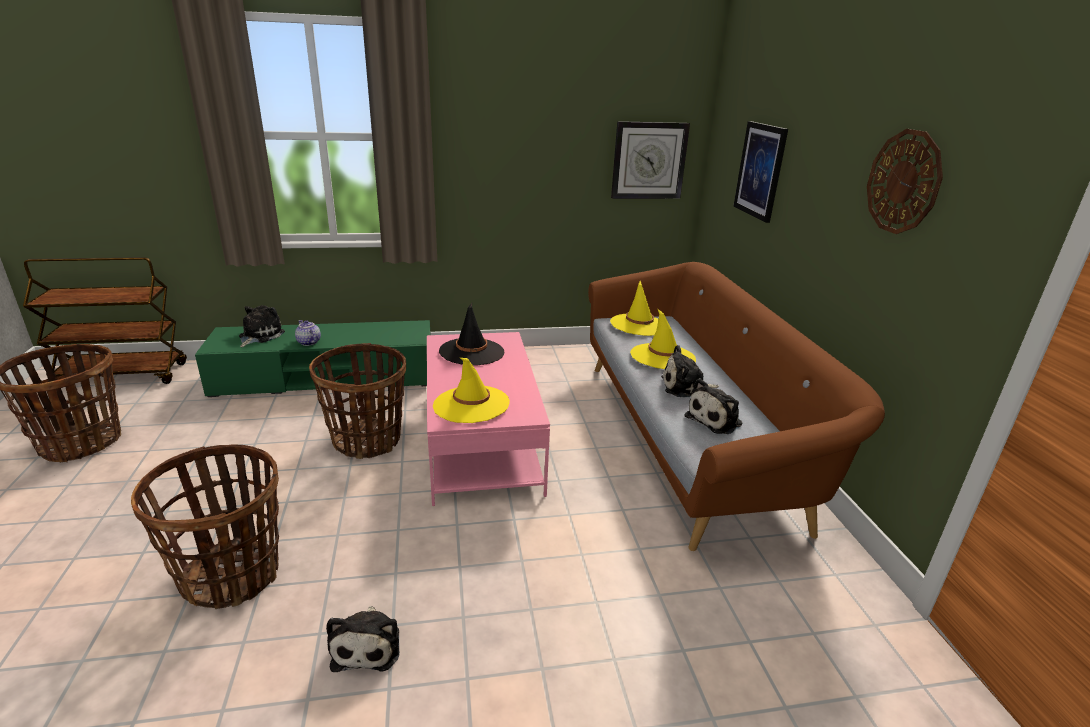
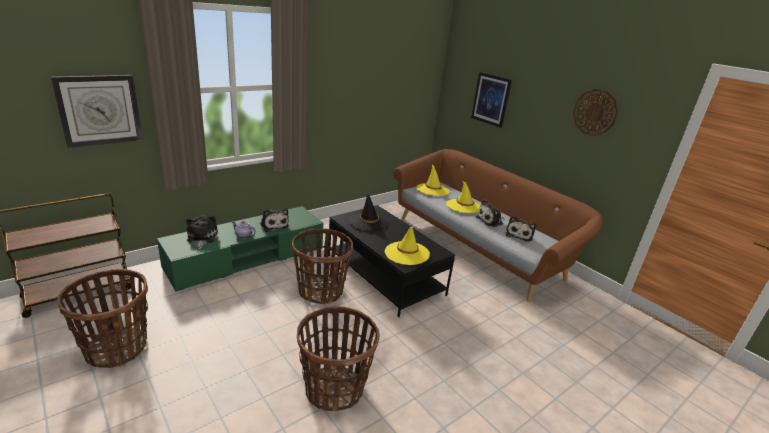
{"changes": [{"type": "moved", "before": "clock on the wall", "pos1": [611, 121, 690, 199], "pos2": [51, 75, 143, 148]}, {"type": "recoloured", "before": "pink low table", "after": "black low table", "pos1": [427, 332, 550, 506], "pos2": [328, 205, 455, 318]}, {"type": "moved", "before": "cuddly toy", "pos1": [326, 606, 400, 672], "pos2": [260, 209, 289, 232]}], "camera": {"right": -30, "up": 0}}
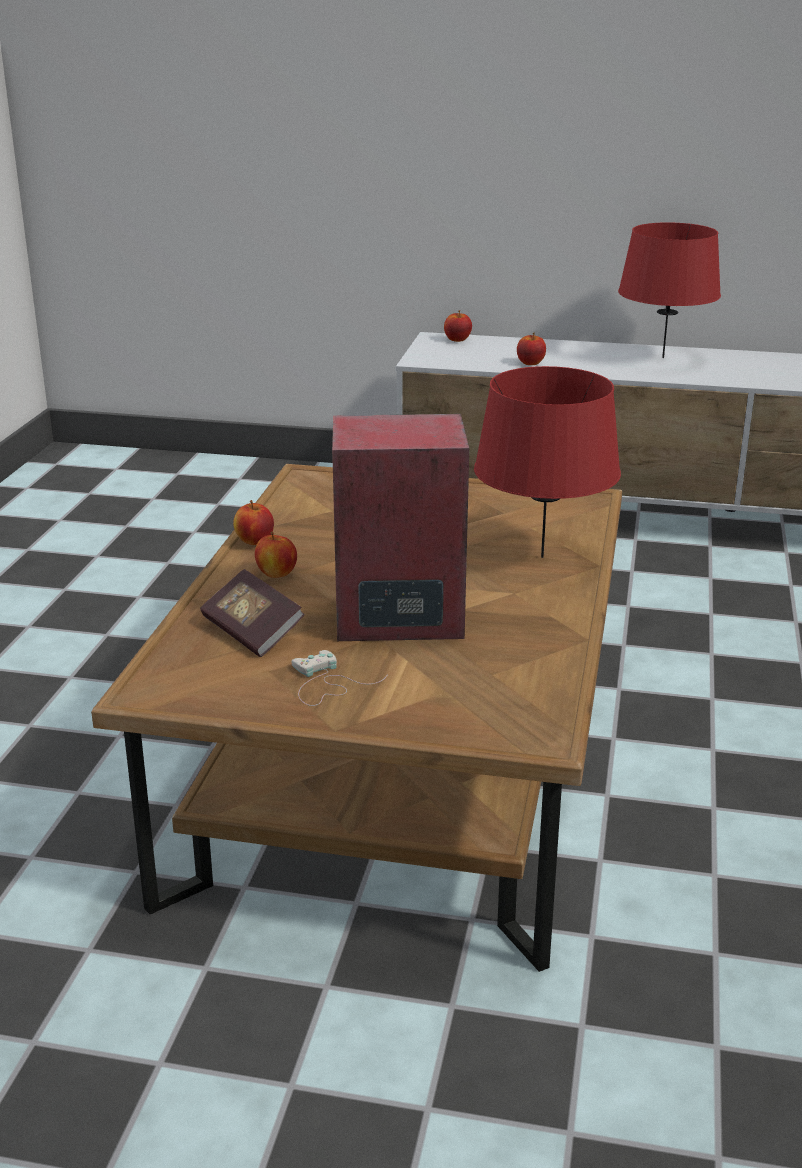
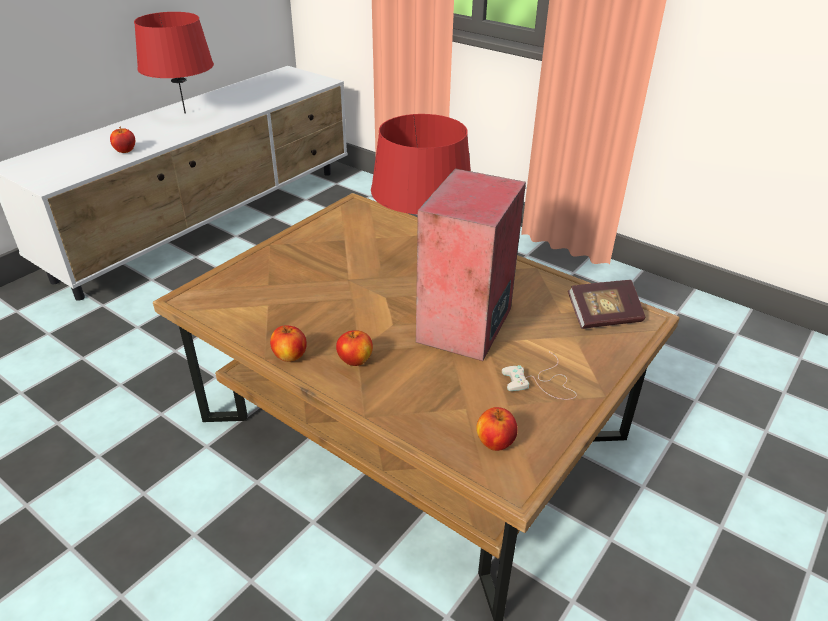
{"changes": [{"type": "moved", "before": "apple fruit", "pos1": [444, 310, 472, 342], "pos2": [476, 407, 518, 451]}, {"type": "moved", "before": "bound book", "pos1": [200, 569, 305, 657], "pos2": [568, 280, 645, 329]}], "camera": {"right": -65, "up": 10}}
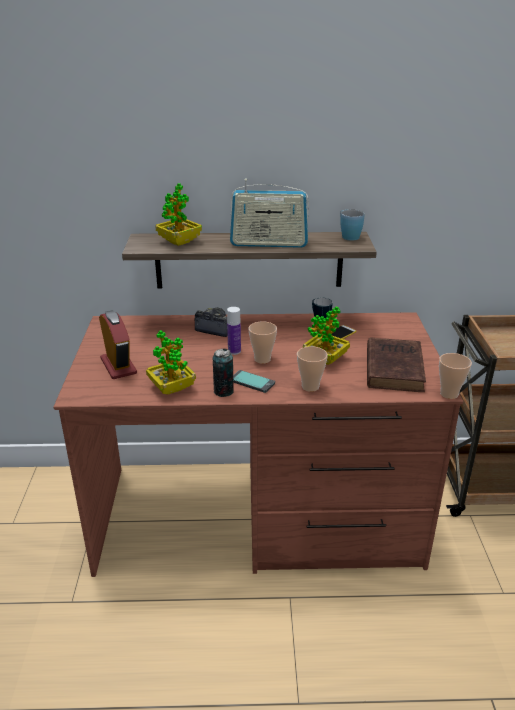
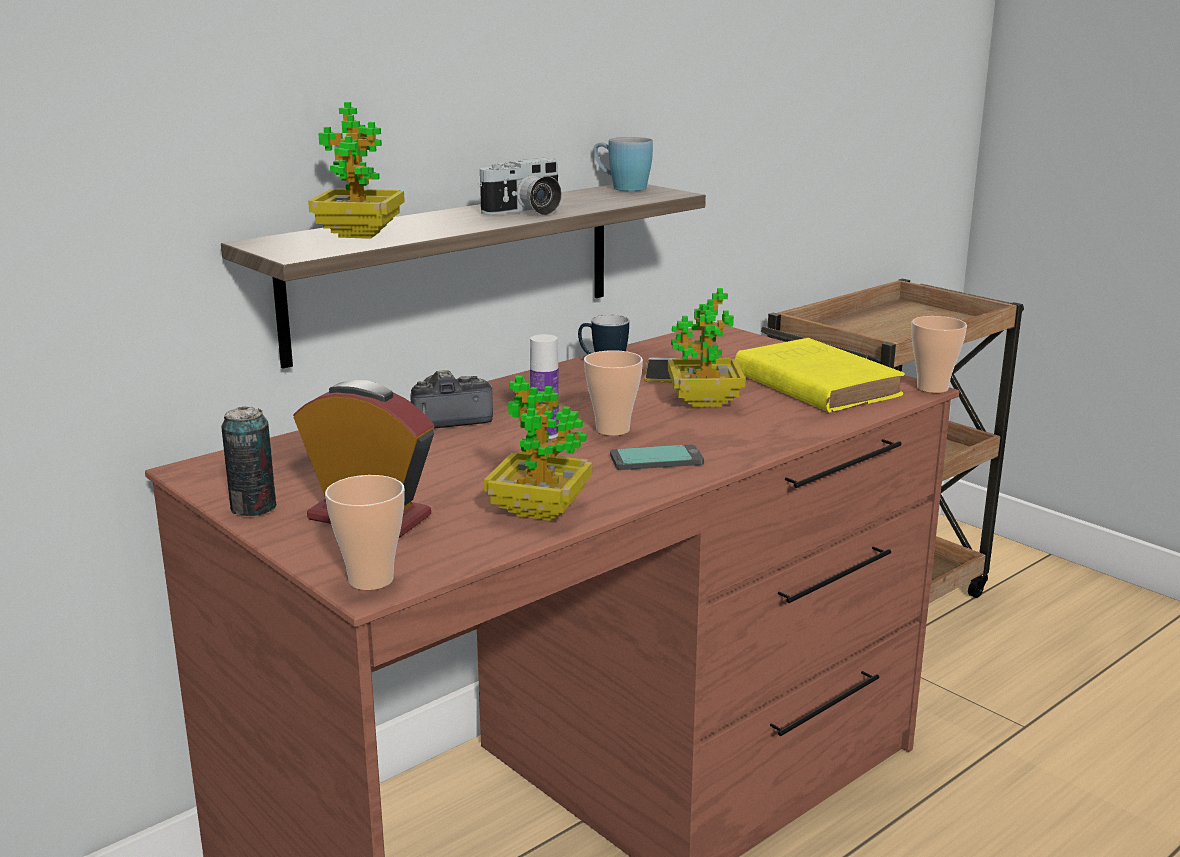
{"changes": [{"type": "replaced", "before": "radio set", "after": "still camera", "pos1": [230, 179, 309, 248], "pos2": [478, 158, 562, 215]}, {"type": "recoloured", "before": "brown bound book", "after": "yellow-coloured bound book", "pos1": [367, 337, 426, 392], "pos2": [735, 338, 905, 412]}, {"type": "moved", "before": "cup", "pos1": [297, 346, 328, 392], "pos2": [325, 475, 405, 590]}, {"type": "moved", "before": "metal can", "pos1": [213, 349, 234, 397], "pos2": [221, 406, 277, 516]}], "camera": {"right": -40, "up": -10}}
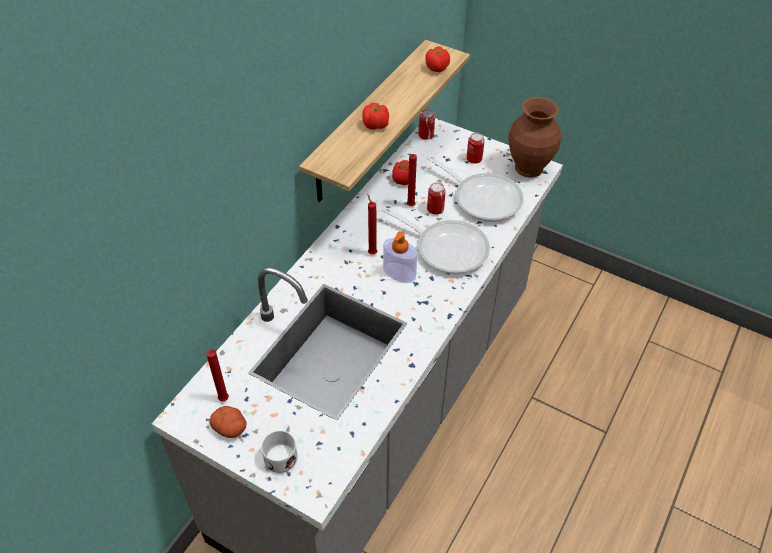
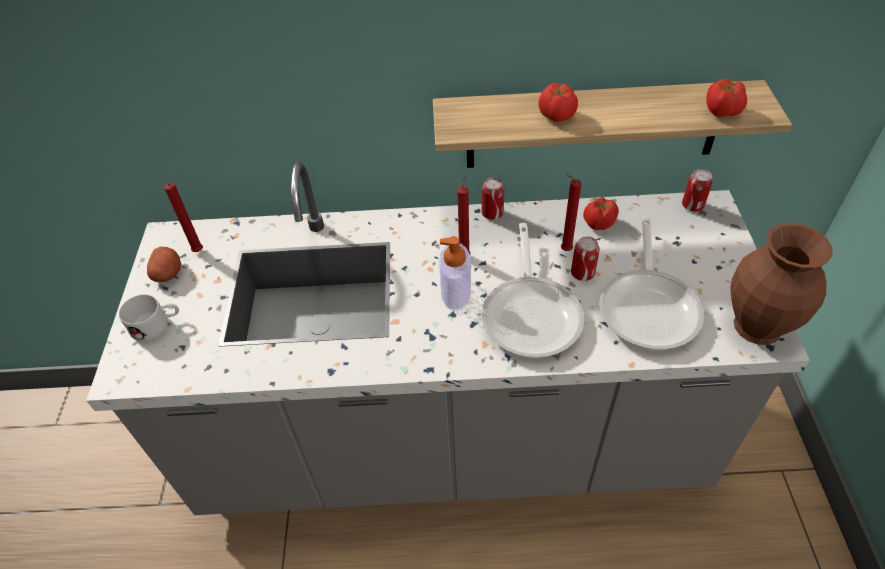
{"changes": [{"type": "moved", "before": "metal can", "pos1": [466, 132, 485, 164], "pos2": [482, 177, 504, 220]}], "camera": {"right": 60, "up": 0}}
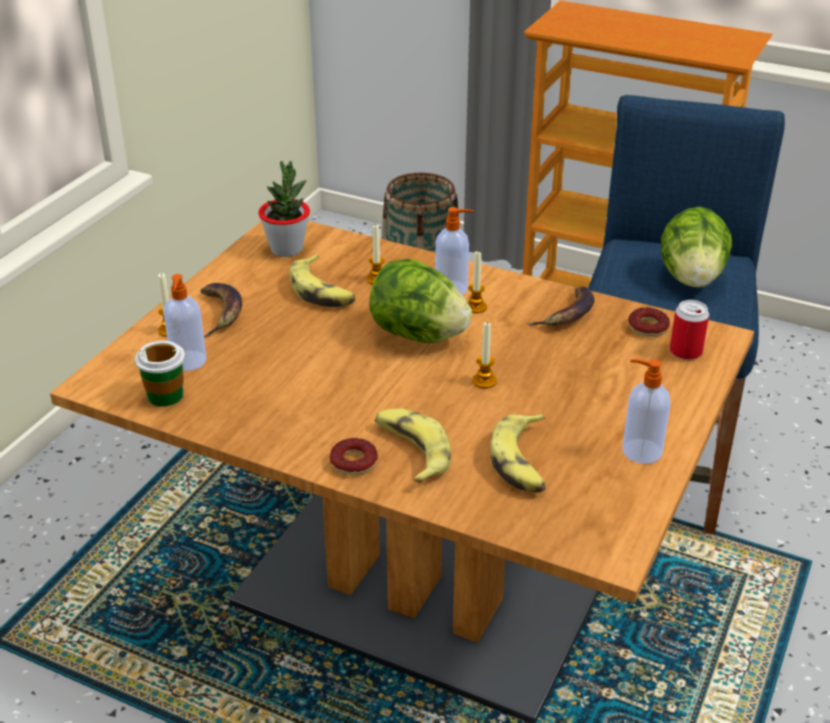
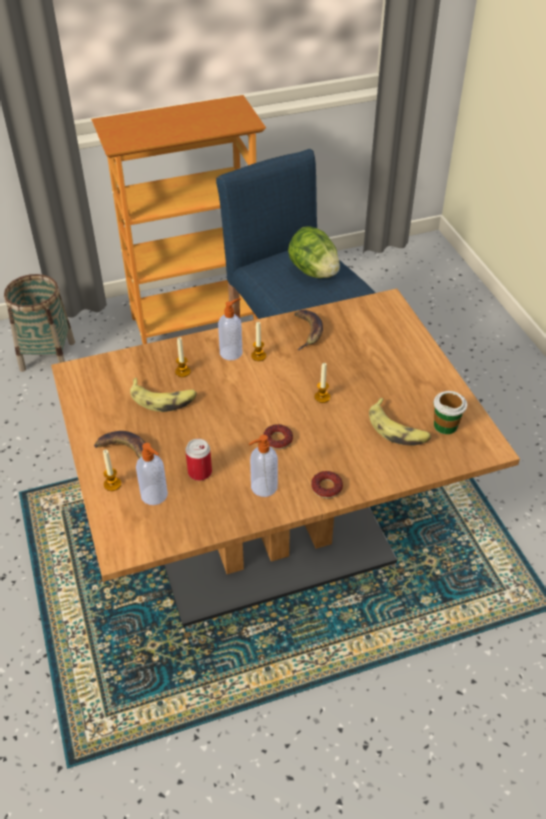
{"changes": [{"type": "removed", "before": "houseplant", "pos1": [258, 161, 310, 257]}, {"type": "removed", "before": "head of lettuce", "pos1": [369, 259, 472, 343]}, {"type": "moved", "before": "metal can", "pos1": [670, 300, 709, 360], "pos2": [185, 439, 212, 481]}, {"type": "moved", "before": "donut", "pos1": [628, 308, 670, 337], "pos2": [263, 424, 293, 450]}, {"type": "moved", "before": "cup", "pos1": [135, 340, 185, 406], "pos2": [434, 391, 467, 434]}, {"type": "moved", "before": "soap dispenser", "pos1": [622, 359, 671, 464], "pos2": [249, 435, 278, 497]}, {"type": "removed", "before": "whole banana", "pos1": [375, 409, 451, 484]}], "camera": {"right": -45, "up": 10}}
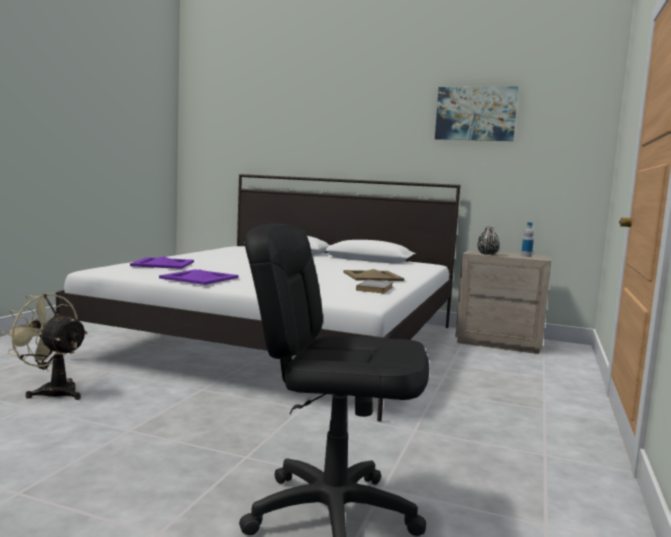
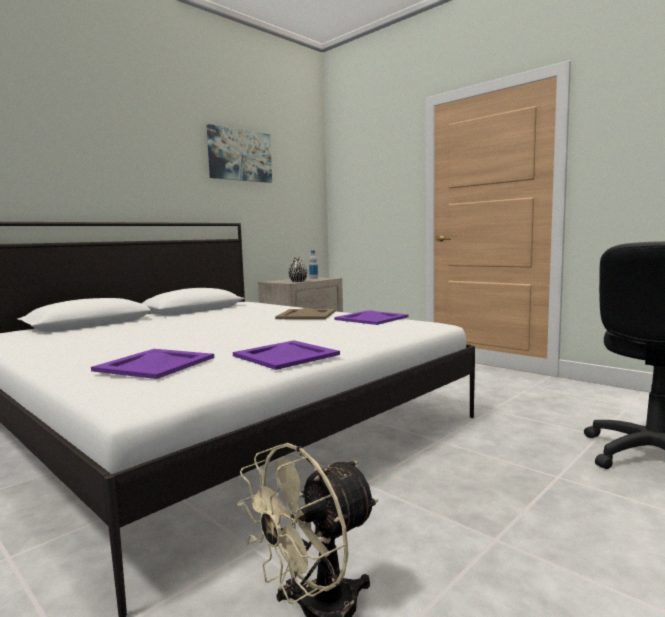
{"changes": [{"type": "replaced", "before": "grey bound book", "after": "purple tray", "pos1": [356, 280, 393, 293], "pos2": [334, 310, 408, 325]}], "camera": {"right": -65, "up": 0}}
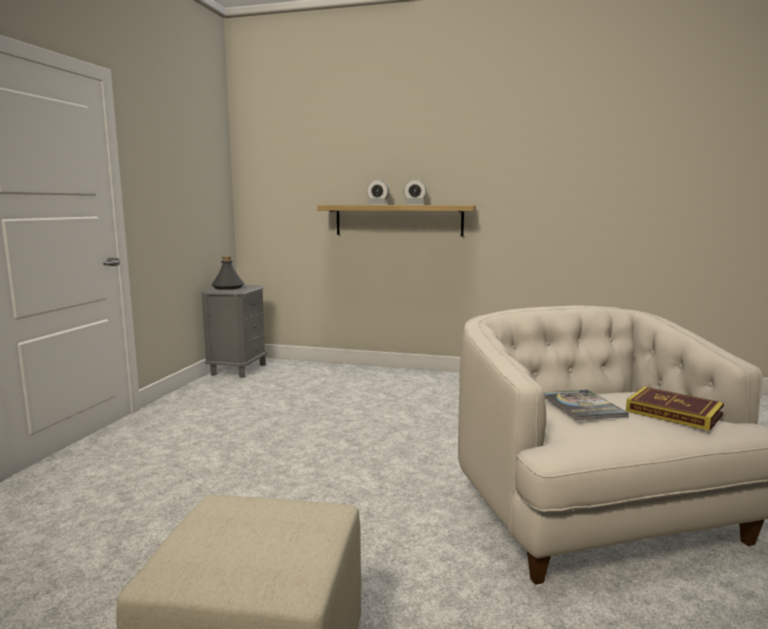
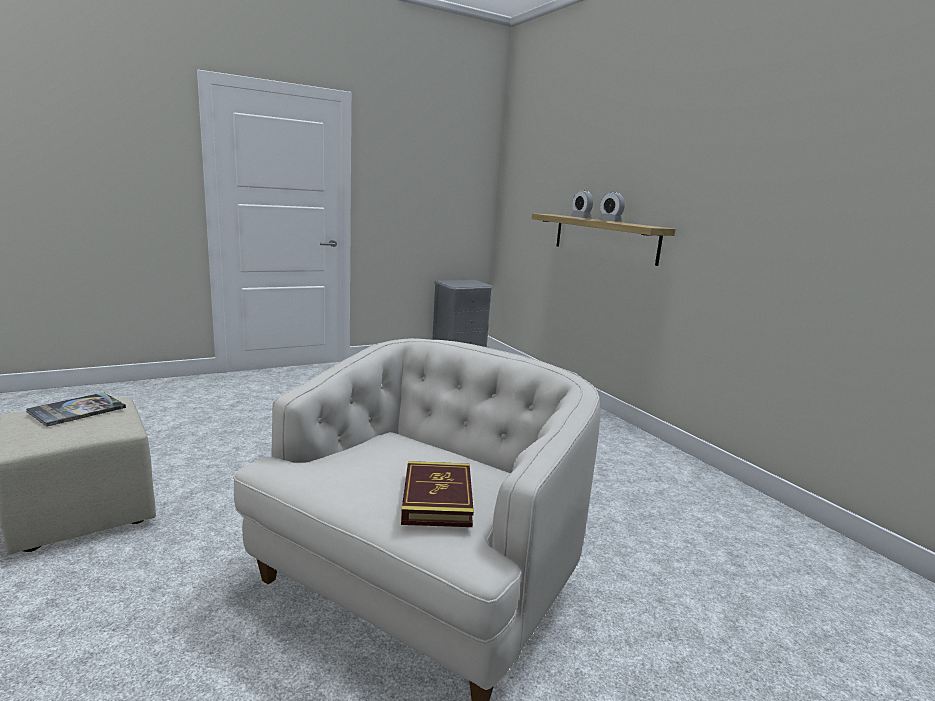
{"changes": [{"type": "removed", "before": "grey drink bottle", "pos1": [212, 256, 244, 290]}, {"type": "moved", "before": "bound book", "pos1": [544, 390, 629, 420], "pos2": [26, 392, 126, 427]}], "camera": {"right": 45, "up": 5}}
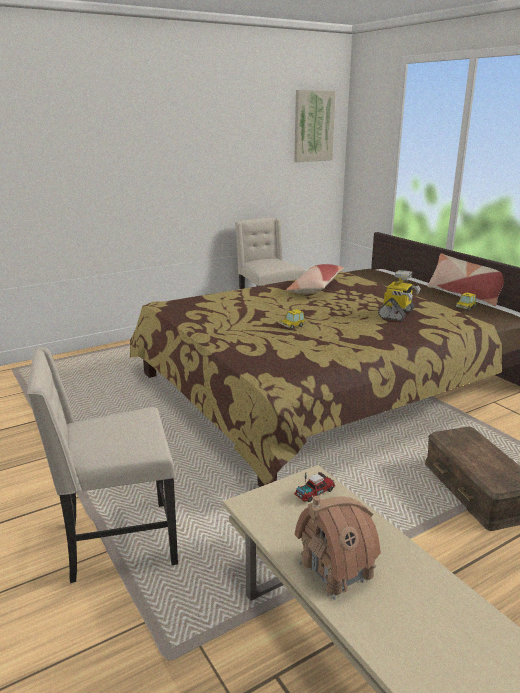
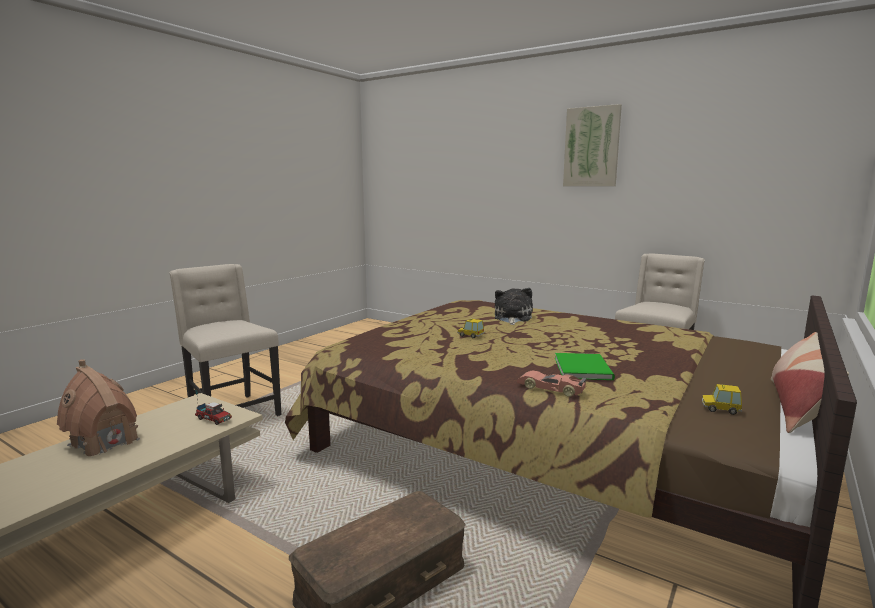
{"changes": [{"type": "moved", "before": "wall picture", "pos1": [294, 90, 336, 162], "pos2": [563, 104, 622, 186]}, {"type": "removed", "before": "pillow", "pos1": [286, 264, 344, 294]}, {"type": "replaced", "before": "robot figure", "after": "green bound book", "pos1": [378, 270, 420, 321], "pos2": [555, 353, 615, 380]}, {"type": "added", "after": "cuddly toy", "pos2": [495, 288, 533, 325]}, {"type": "added", "after": "toy car", "pos2": [517, 370, 587, 397]}], "camera": {"right": 65, "up": -10}}
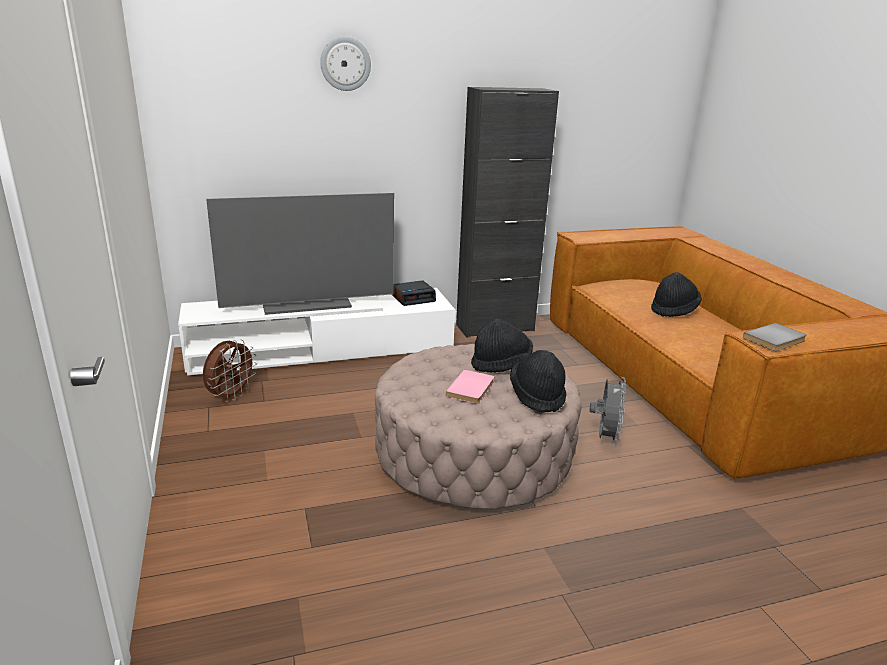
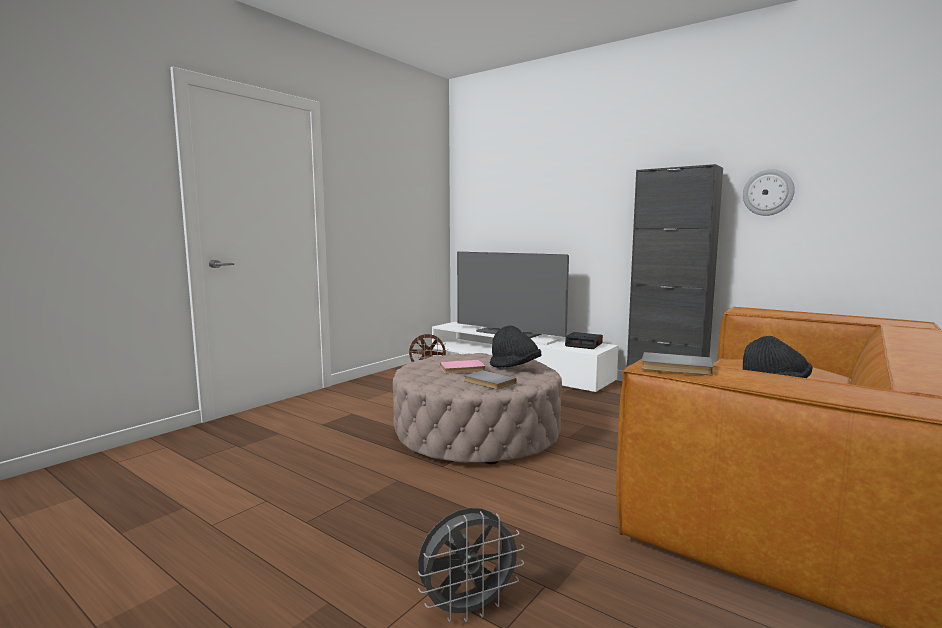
{"changes": [{"type": "moved", "before": "clock on the wall", "pos1": [320, 36, 371, 91], "pos2": [743, 169, 795, 216]}, {"type": "replaced", "before": "black wearable hat", "after": "grey bound book", "pos1": [510, 350, 566, 412], "pos2": [464, 370, 517, 390]}, {"type": "moved", "before": "grey cooling fan", "pos1": [589, 377, 626, 445], "pos2": [418, 508, 525, 623]}], "camera": {"right": 55, "up": -15}}
